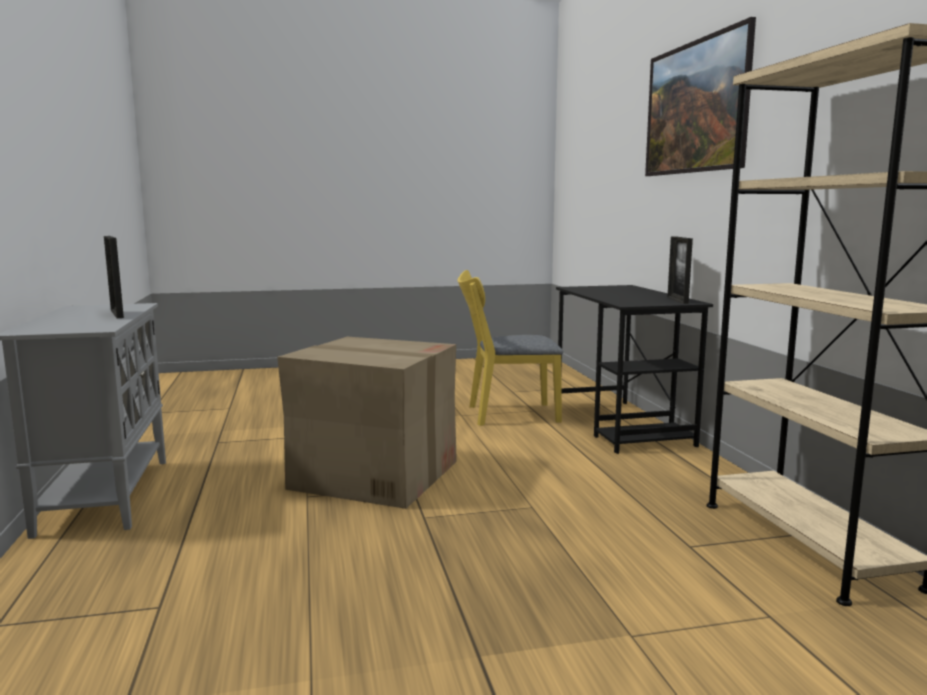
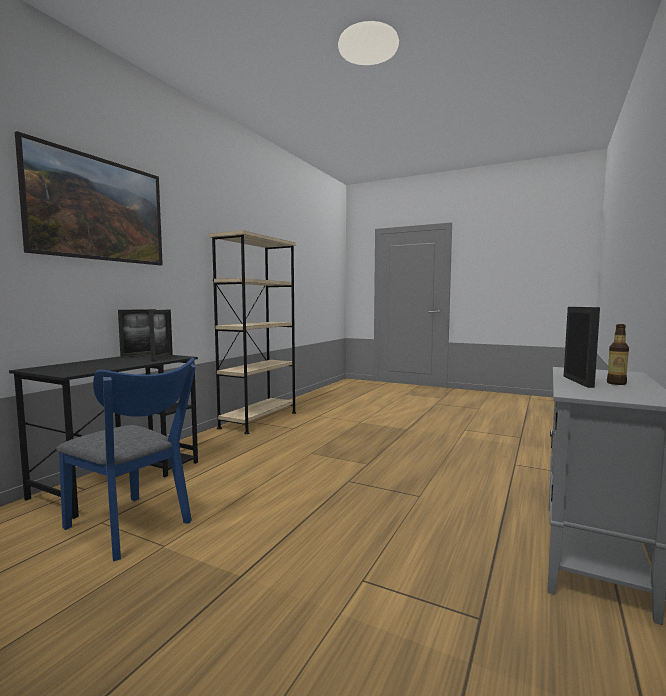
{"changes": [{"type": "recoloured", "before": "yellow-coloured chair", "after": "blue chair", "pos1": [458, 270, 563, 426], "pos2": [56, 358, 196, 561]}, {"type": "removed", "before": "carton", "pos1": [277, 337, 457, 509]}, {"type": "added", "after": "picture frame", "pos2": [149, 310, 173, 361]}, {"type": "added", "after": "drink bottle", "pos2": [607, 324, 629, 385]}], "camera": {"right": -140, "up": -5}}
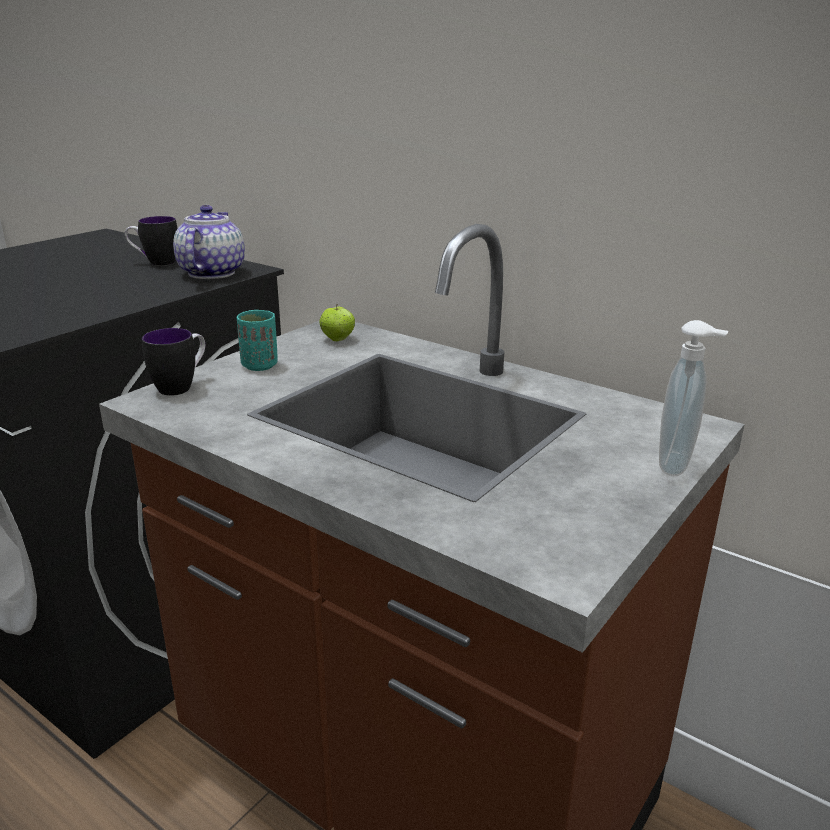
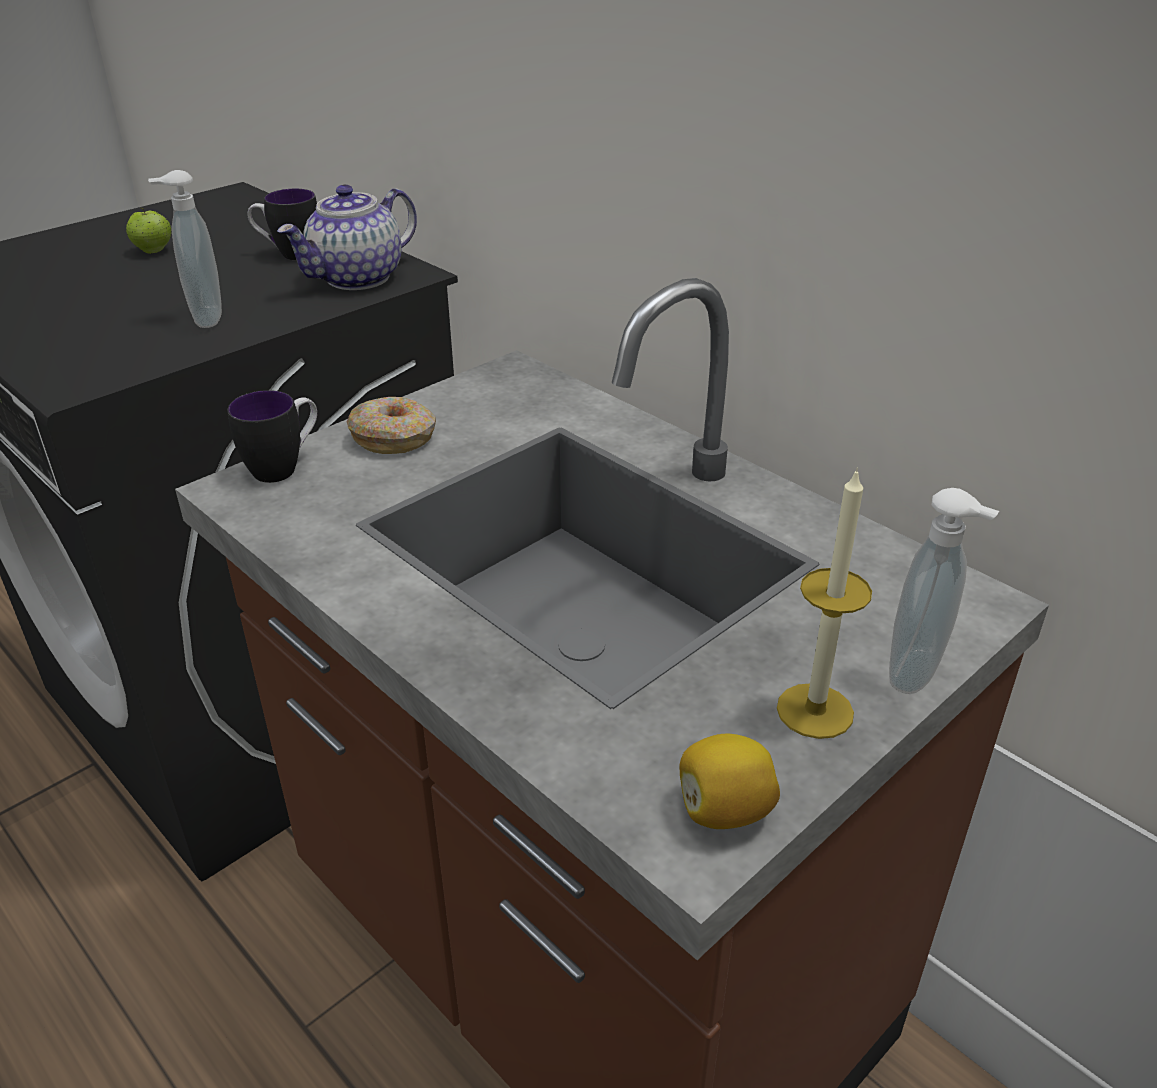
{"changes": [{"type": "turned", "before": "tea pot", "pos1": [173, 205, 245, 279], "pos2": [277, 185, 417, 290], "turn": -150}, {"type": "moved", "before": "apple fruit", "pos1": [319, 304, 355, 341], "pos2": [126, 208, 171, 254]}, {"type": "replaced", "before": "turquoise-coloured cup", "after": "donut", "pos1": [237, 310, 278, 371], "pos2": [346, 397, 436, 454]}, {"type": "added", "after": "soap dispenser", "pos2": [148, 170, 222, 328]}, {"type": "added", "after": "wax candle", "pos2": [777, 468, 872, 739]}, {"type": "added", "after": "citrus fruit", "pos2": [679, 734, 780, 829]}], "camera": {"right": 10, "up": 10}}
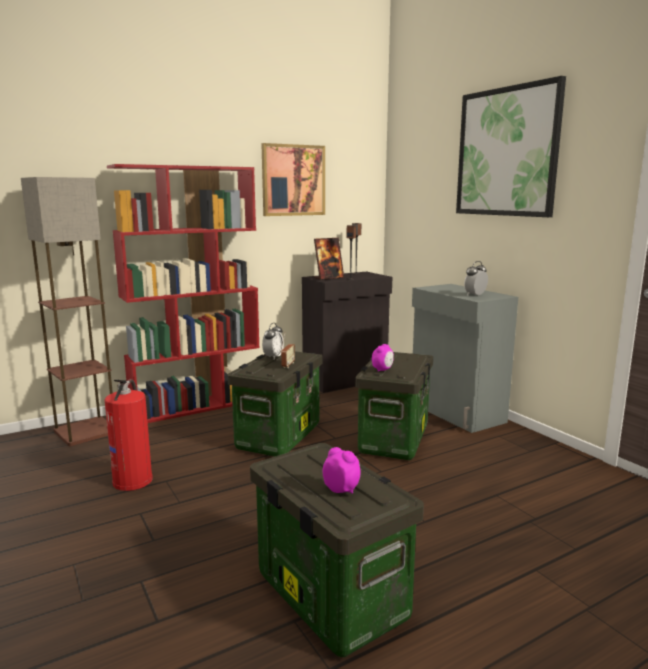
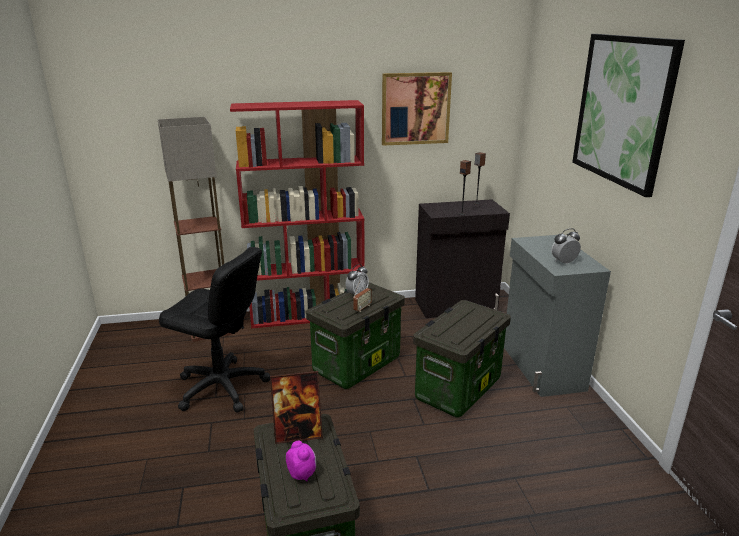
{"changes": [{"type": "moved", "before": "picture frame", "pos1": [314, 238, 344, 280], "pos2": [270, 371, 323, 444]}, {"type": "removed", "before": "alarm clock", "pos1": [372, 344, 394, 372]}, {"type": "replaced", "before": "fire-fighting cylinder", "after": "black desk chair", "pos1": [104, 379, 153, 491], "pos2": [159, 247, 270, 413]}], "camera": {"right": 20, "up": 10}}
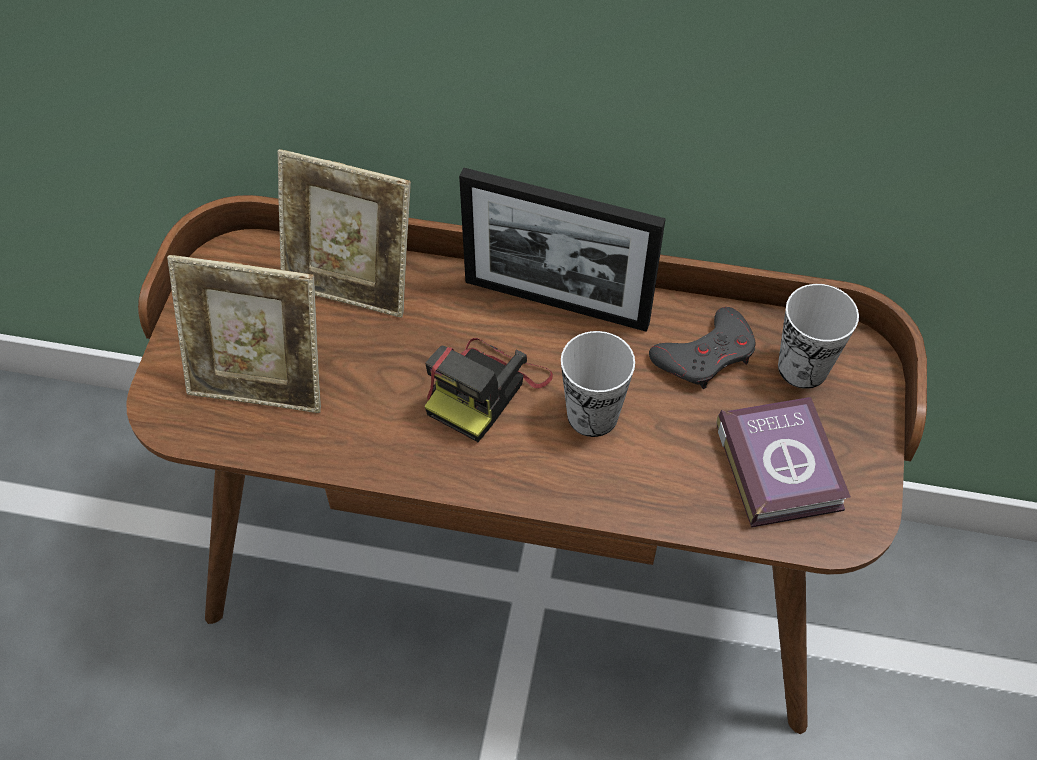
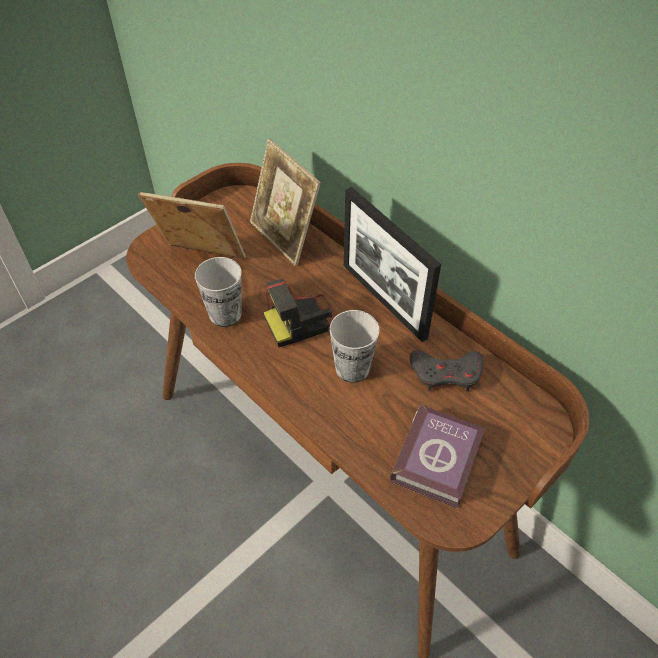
{"changes": [{"type": "turned", "before": "picture frame", "pos1": [167, 255, 321, 413], "pos2": [138, 192, 246, 259], "turn": 150}, {"type": "moved", "before": "cup", "pos1": [778, 284, 859, 389], "pos2": [195, 257, 242, 327]}], "camera": {"right": 35, "up": -5}}
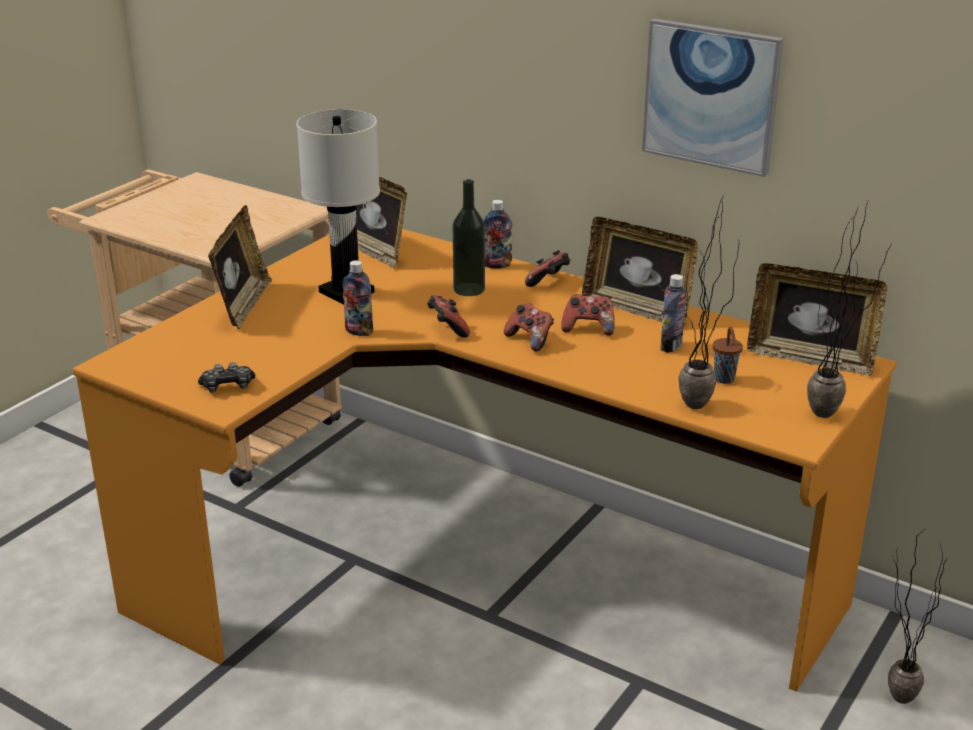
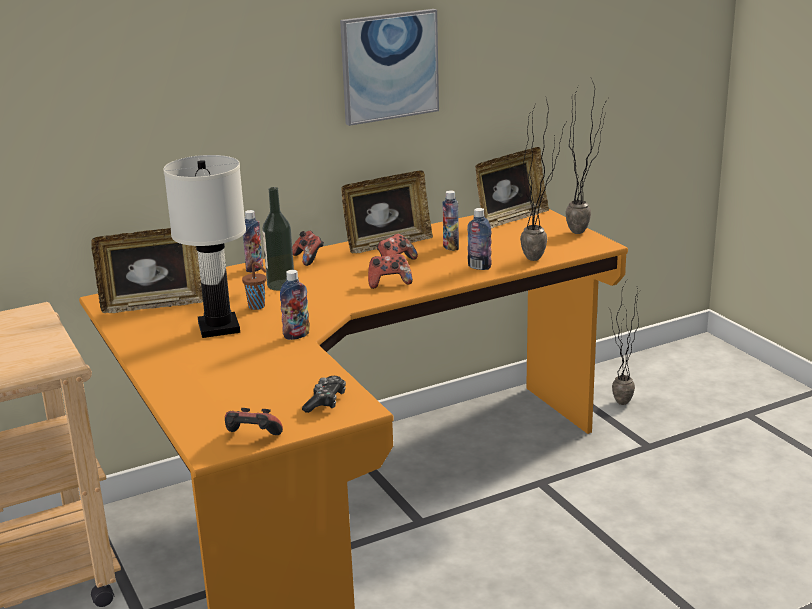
{"changes": [{"type": "removed", "before": "picture frame", "pos1": [208, 205, 272, 329]}, {"type": "moved", "before": "game controller", "pos1": [427, 295, 470, 338], "pos2": [225, 408, 283, 435]}, {"type": "moved", "before": "brown cup", "pos1": [713, 327, 743, 384], "pos2": [242, 262, 267, 310]}, {"type": "added", "after": "drink bottle", "pos2": [467, 208, 492, 270]}], "camera": {"right": -60, "up": -5}}
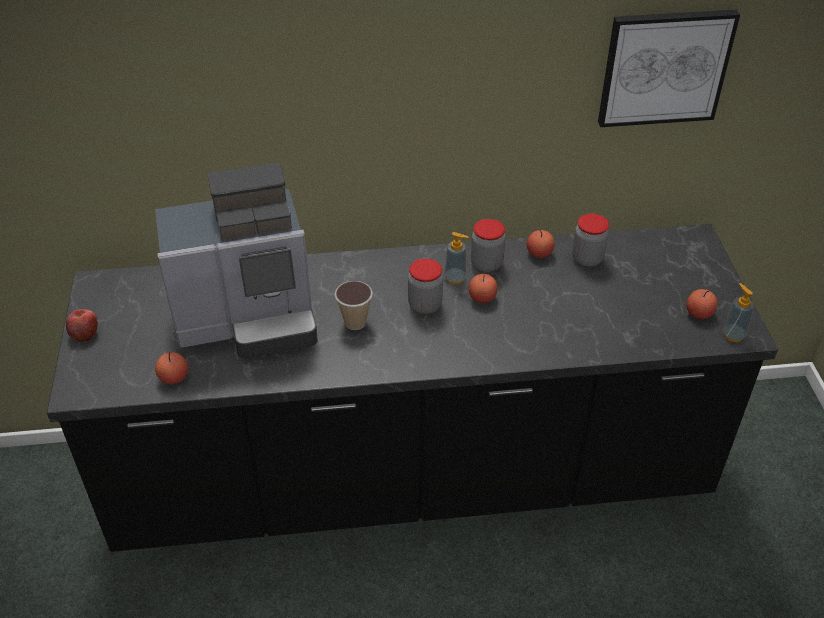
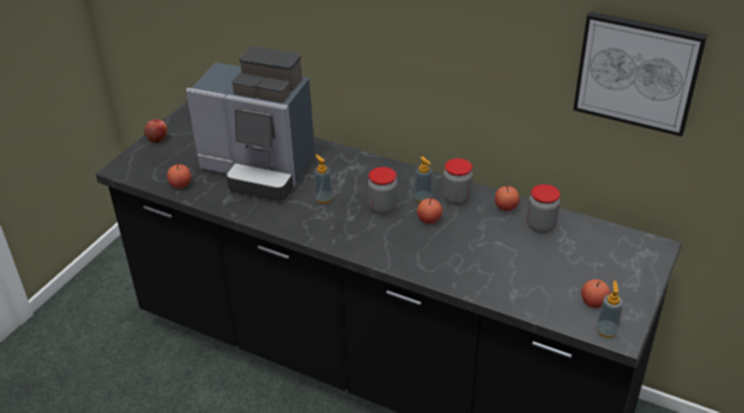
{"changes": [{"type": "replaced", "before": "cup", "after": "soap dispenser", "pos1": [335, 281, 373, 330], "pos2": [314, 154, 333, 204]}], "camera": {"right": 35, "up": -5}}
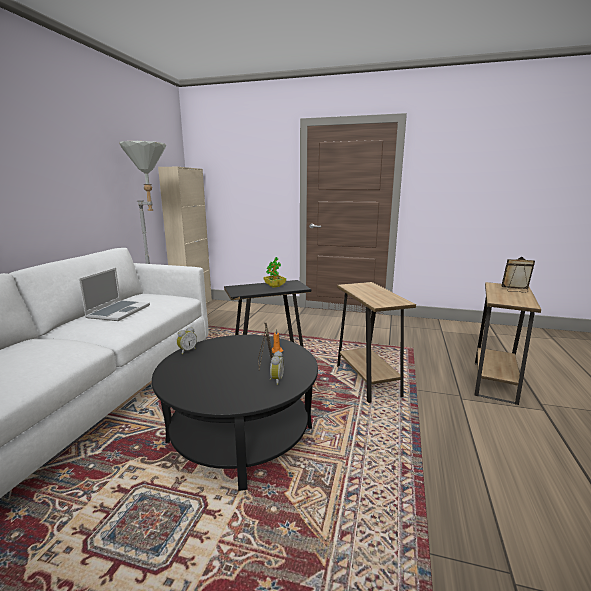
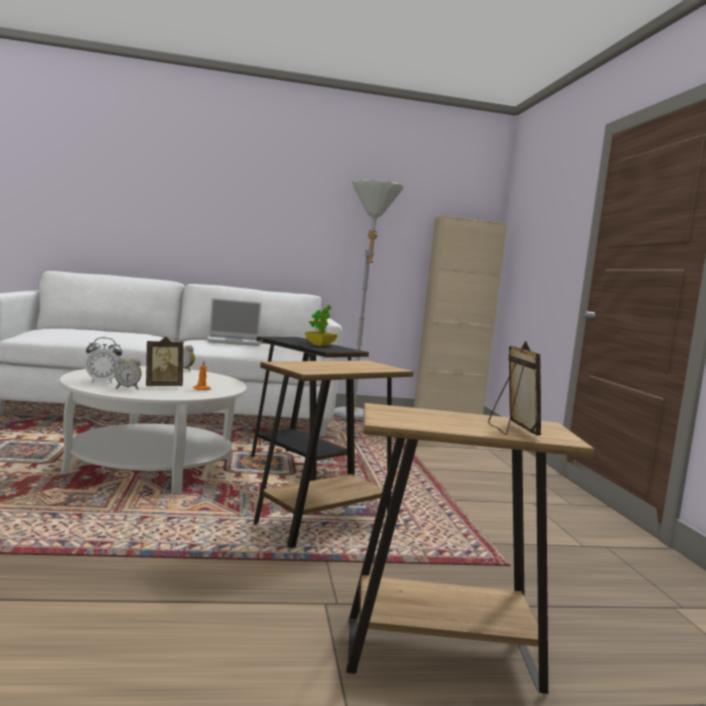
{"changes": [{"type": "recoloured", "before": "black low table", "after": "whitish low table", "pos1": [152, 335, 318, 491], "pos2": [59, 366, 247, 494]}, {"type": "added", "after": "alarm clock", "pos2": [85, 337, 122, 384]}], "camera": {"right": 65, "up": -10}}
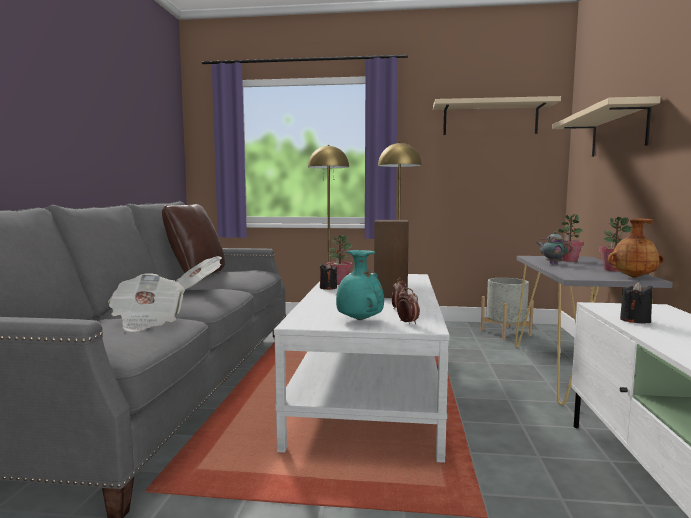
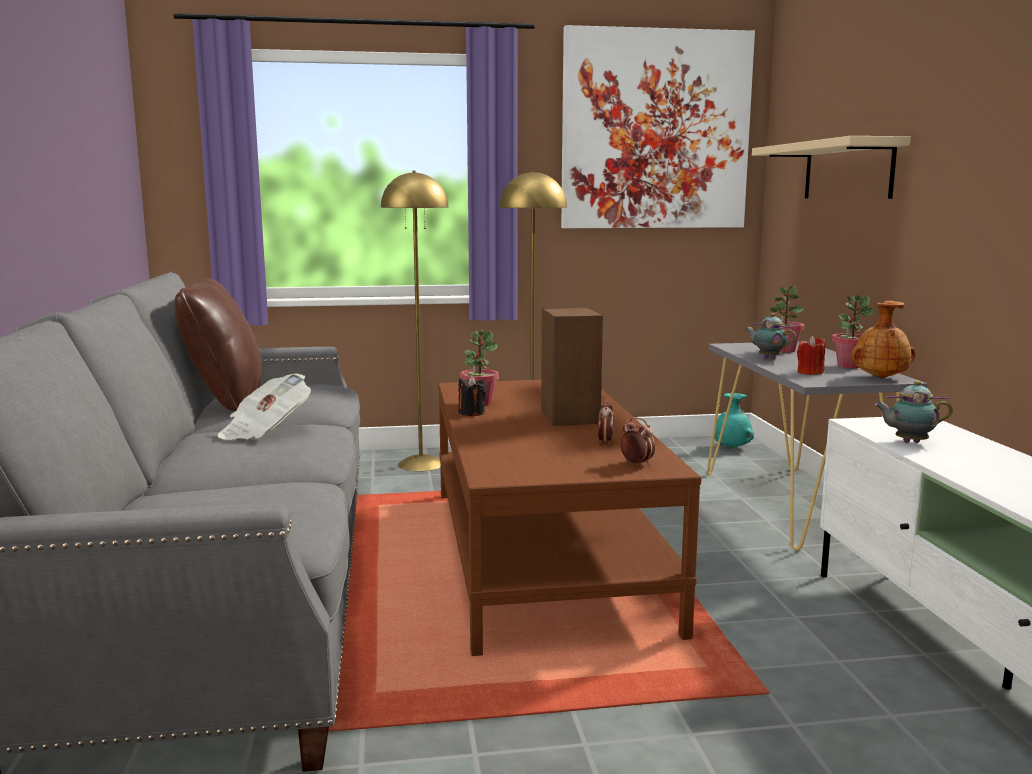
{"changes": [{"type": "replaced", "before": "sand-coloured shelf", "after": "wall picture", "pos1": [433, 96, 561, 135], "pos2": [561, 25, 755, 228]}, {"type": "moved", "before": "turquoise-coloured decorative vase", "pos1": [336, 250, 384, 320], "pos2": [714, 393, 754, 448]}, {"type": "removed", "before": "newspaper", "pos1": [108, 273, 185, 332]}, {"type": "recoloured", "before": "whitish low table", "after": "brown low table", "pos1": [274, 273, 450, 463], "pos2": [438, 380, 701, 656]}, {"type": "removed", "before": "grey flower pot", "pos1": [481, 278, 534, 340]}, {"type": "replaced", "before": "black wax candle", "after": "tea pot", "pos1": [620, 282, 653, 324], "pos2": [874, 381, 953, 443]}, {"type": "added", "after": "red-coloured wax candle", "pos2": [797, 336, 825, 375]}], "camera": {"right": -15, "up": 5}}
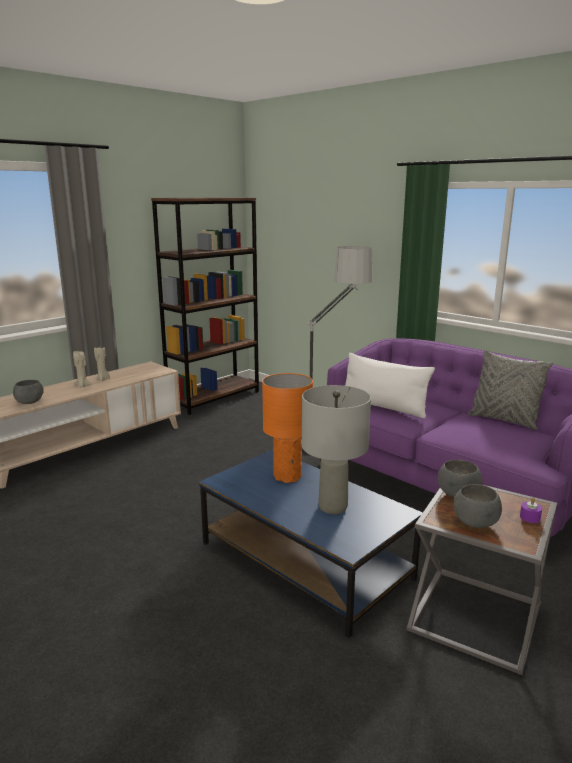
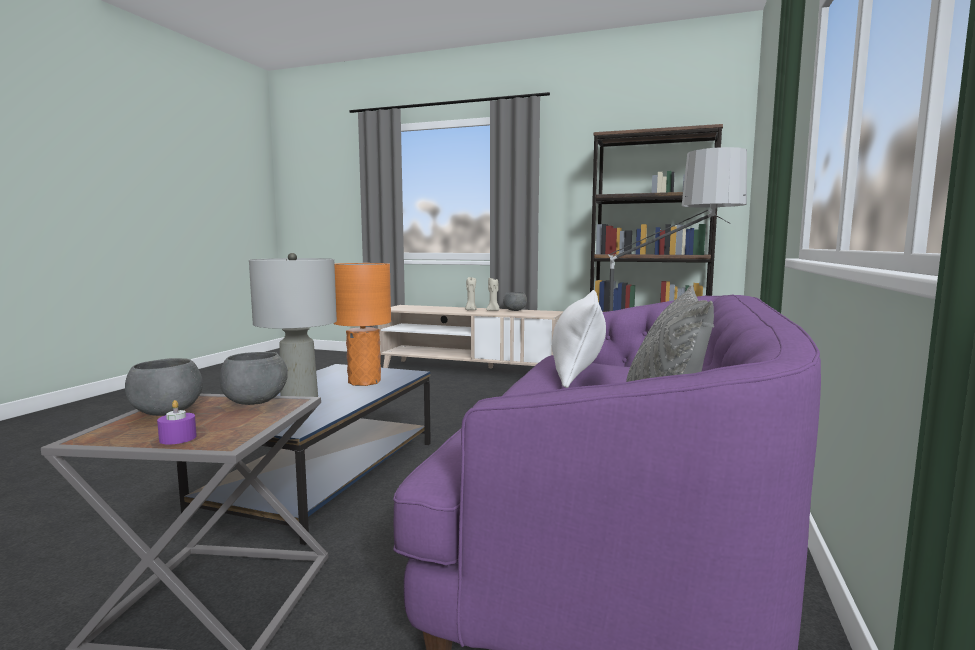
{"changes": [{"type": "moved", "before": "grey serving bowl", "pos1": [13, 380, 43, 404], "pos2": [503, 292, 527, 311]}], "camera": {"right": 65, "up": -10}}
